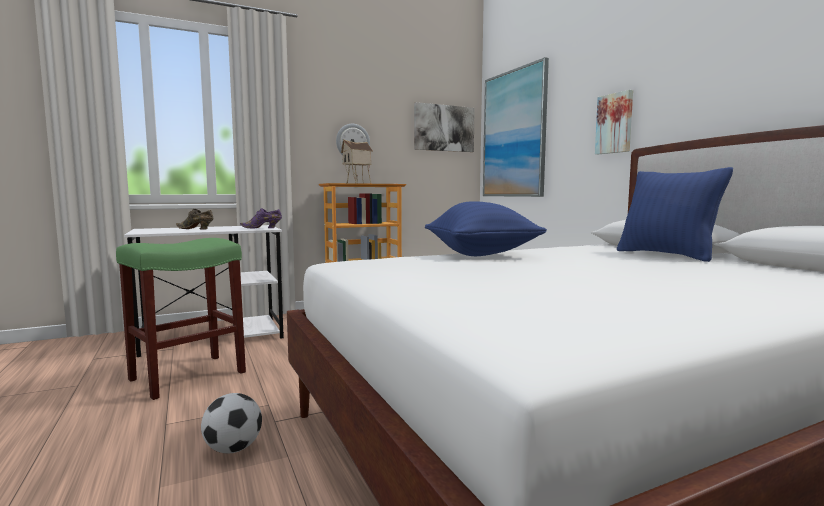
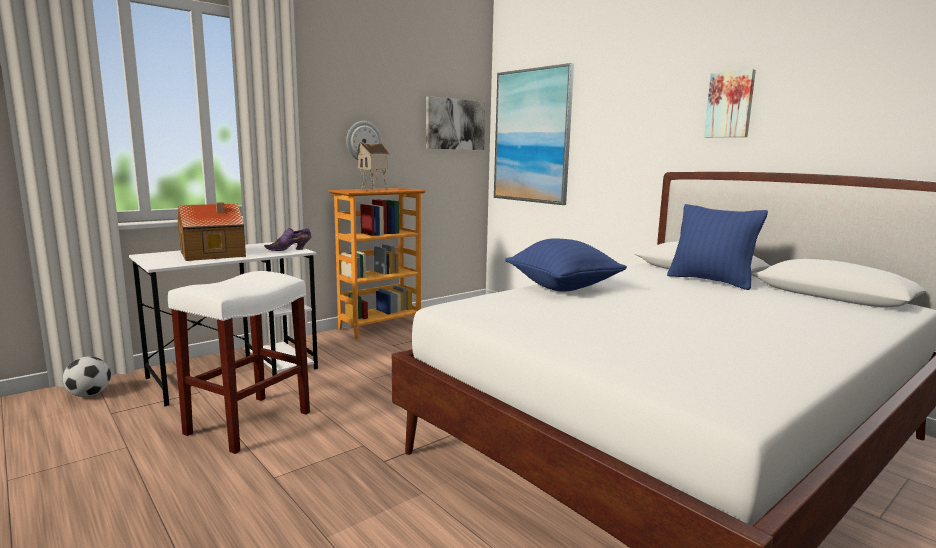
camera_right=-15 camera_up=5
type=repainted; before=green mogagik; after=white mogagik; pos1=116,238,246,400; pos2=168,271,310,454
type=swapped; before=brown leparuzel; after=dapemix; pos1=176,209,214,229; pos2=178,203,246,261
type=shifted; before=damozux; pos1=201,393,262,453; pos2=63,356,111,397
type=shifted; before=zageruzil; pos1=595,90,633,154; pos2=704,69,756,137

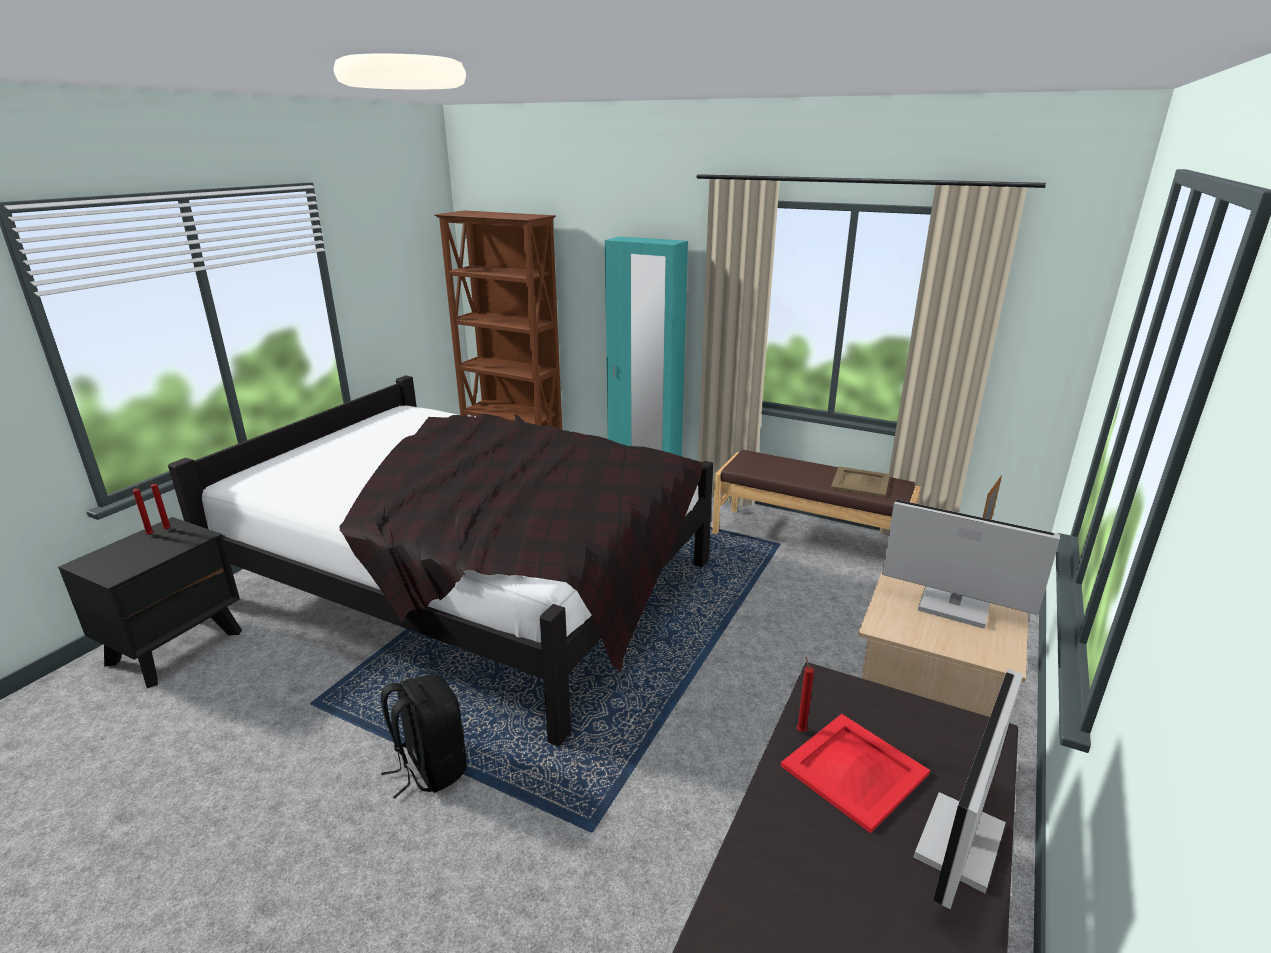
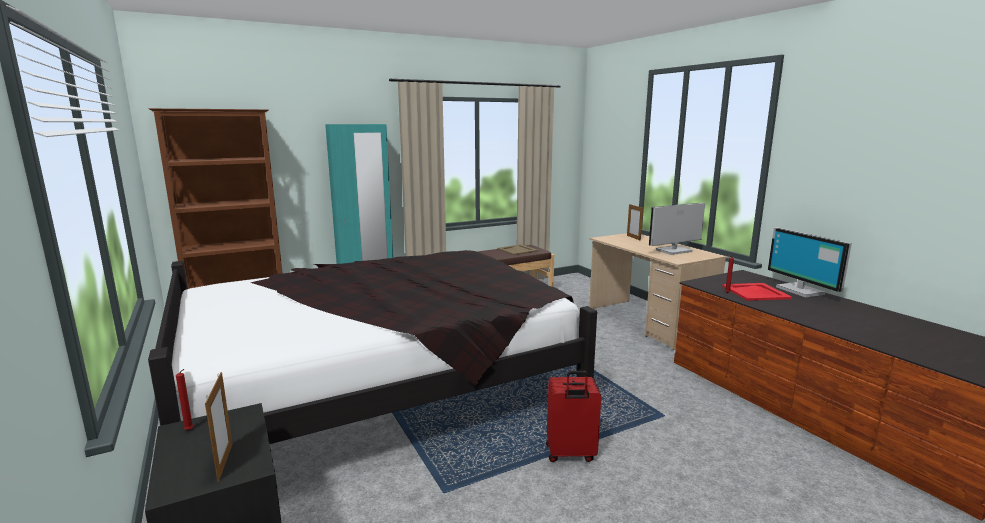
camera_right=-55 camera_up=-10
type=gone; before=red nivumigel; pos1=133,483,154,535
type=swapped; before=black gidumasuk; after=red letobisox; pos1=381,674,467,799; pos2=546,371,601,462
type=new; after=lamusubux; pos2=205,372,232,482

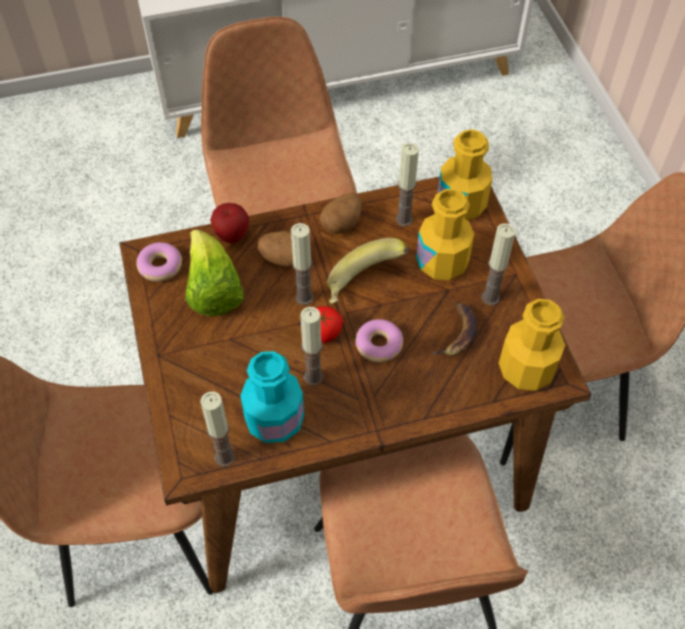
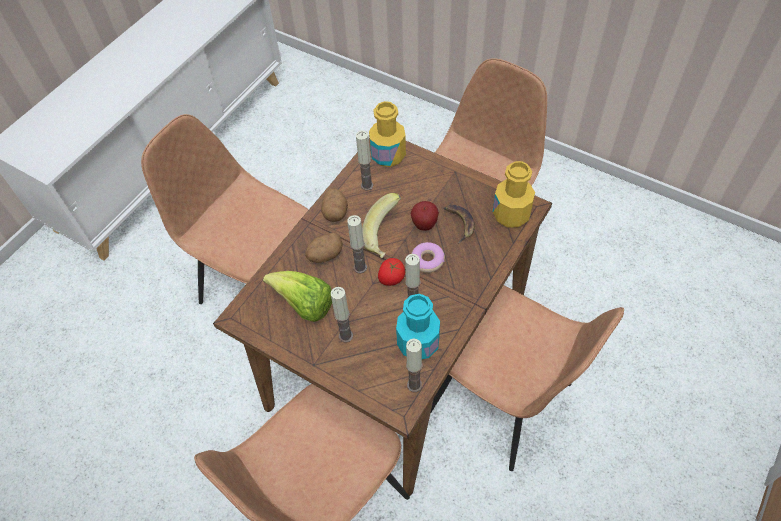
camera_right=-40 camera_up=0
type=gone; before=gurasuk; pos1=136,242,182,282
type=shifted; before=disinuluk; pos1=210,203,249,243; pos2=410,201,439,231
type=gone; before=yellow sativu; pos1=416,189,474,280
type=shifted; before=nivumigel; pos1=481,223,516,305; pos2=331,287,353,343

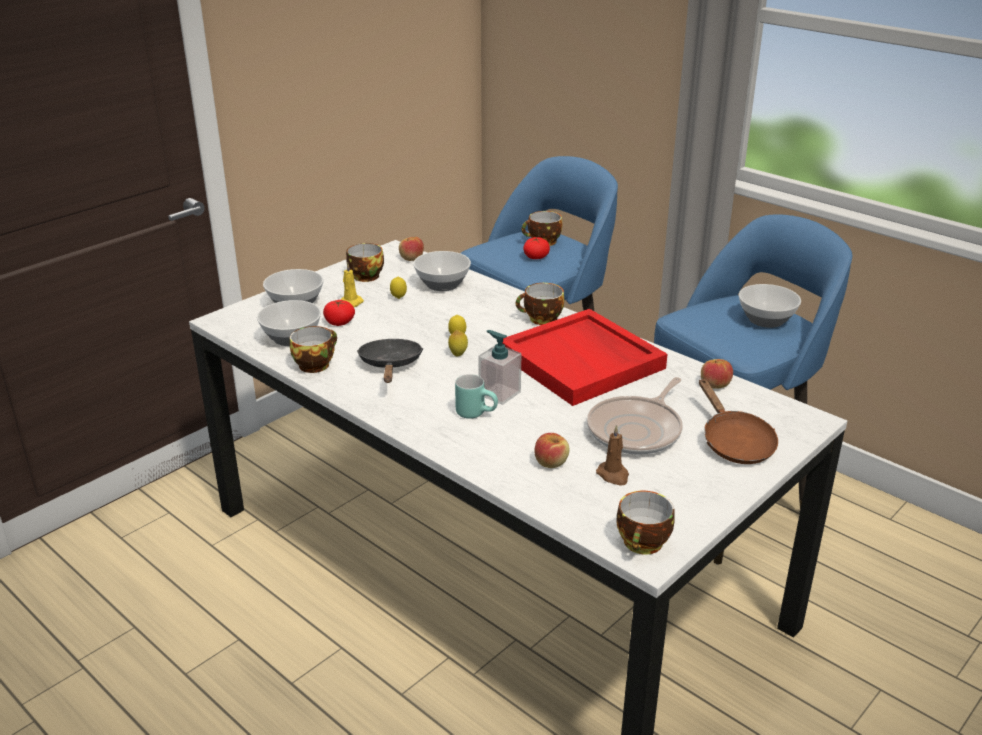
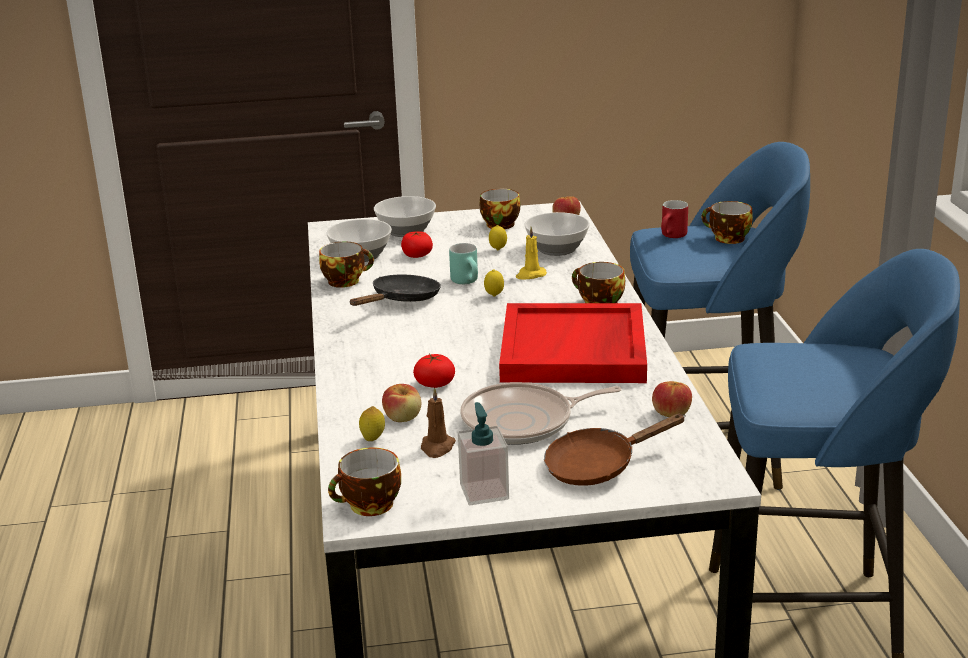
camera_right=40 camera_up=-5
type=shifted; before=yellow nivumigel; pos1=340,262,364,307; pos2=516,227,547,280
type=shifted; before=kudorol; pos1=448,330,468,356; pos2=359,406,385,441
type=shifted; before=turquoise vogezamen; pos1=455,374,498,419; pos2=449,243,478,284
type=shifted; before=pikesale; pos1=478,330,521,405; pos2=458,402,509,505
type=shifted; before=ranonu; pos1=523,237,550,259; pos2=413,354,455,388
type=rotated; before=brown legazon; pos1=699,378,778,464; pos2=544,414,686,486; turn=45
type=gone; before=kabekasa; pos1=739,284,801,328
type=new; after=red vogezamen; pos2=661,200,688,238

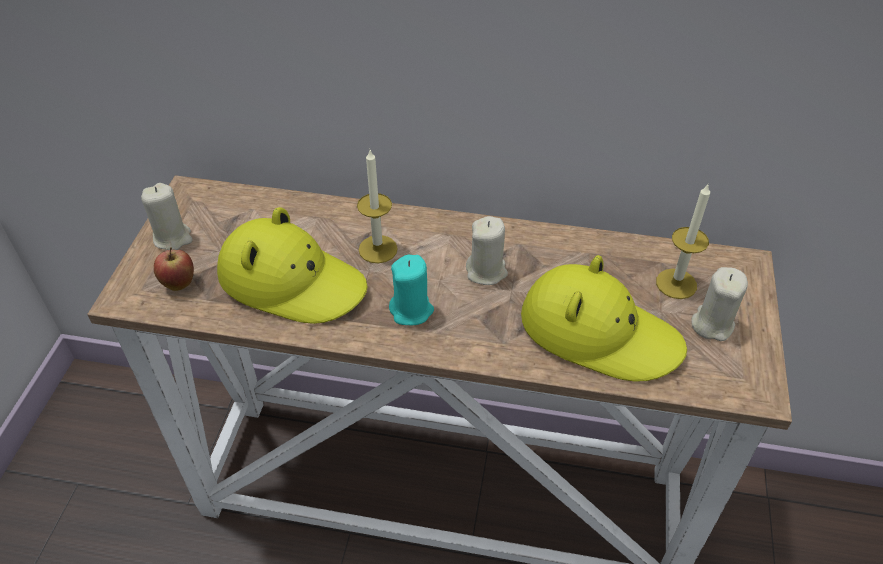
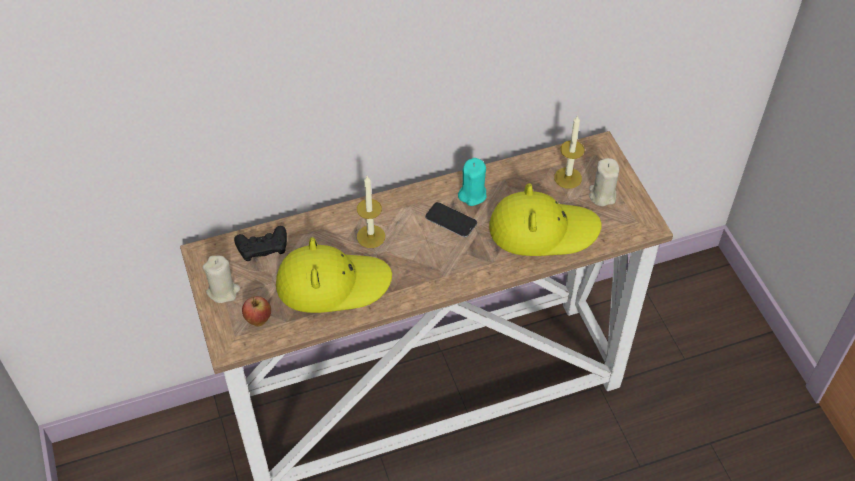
camera_right=-30 camera_up=5
type=shifted; before=turquoise nivumigel; pos1=389,255,434,325; pos2=458,158,487,206
type=swapped; before=beige nivumigel; after=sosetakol; pos1=466,216,508,285; pos2=425,202,477,237
type=new; after=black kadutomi; pos2=234,226,287,261

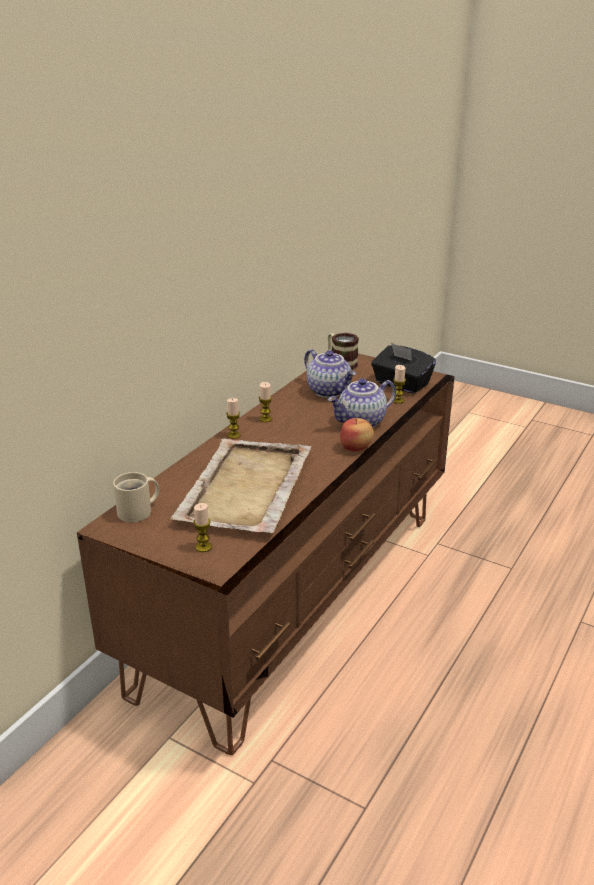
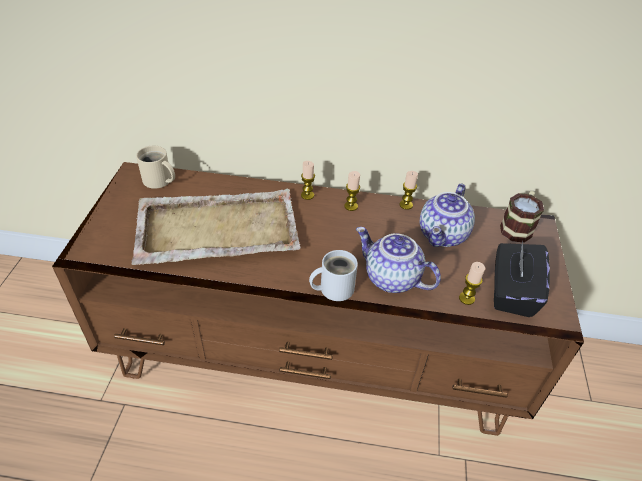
camera_right=65 camera_up=15
type=shifted; before=nivumigel; pos1=193,503,212,552; pos2=399,171,418,210
type=swapped; before=disinuluk; after=white vogezamen; pos1=340,418,374,451; pos2=309,250,358,301

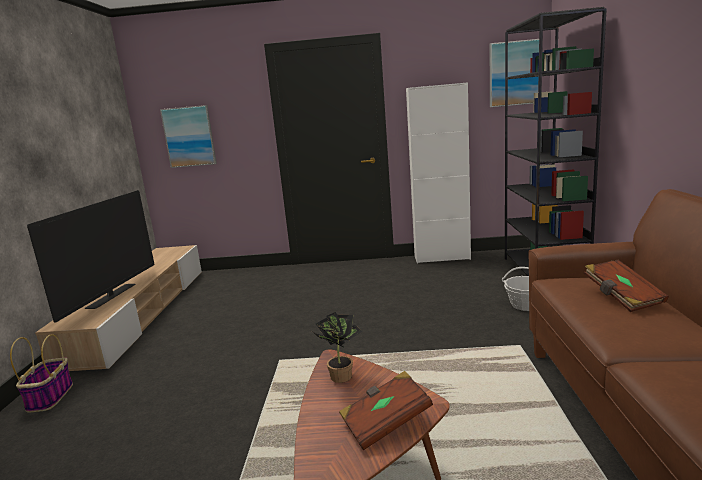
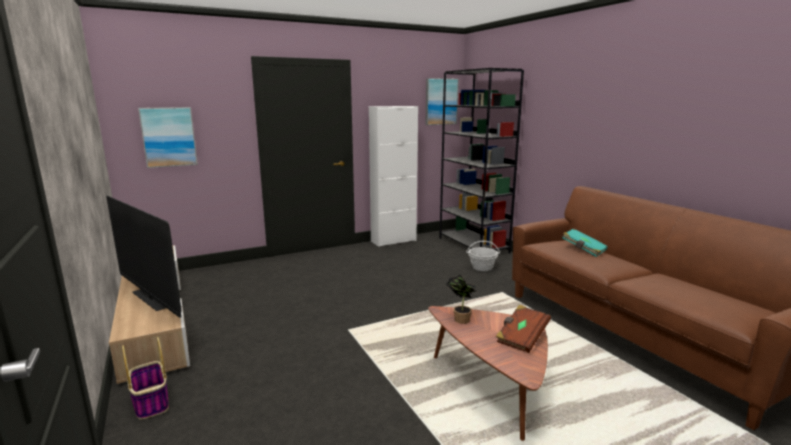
camera_right=-30 camera_up=0
type=rotated; before=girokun; pos1=27,190,154,323; pos2=106,196,182,318; turn=150
type=repainted; before=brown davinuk; after=turquoise davinuk; pos1=584,260,669,312; pos2=562,229,608,257

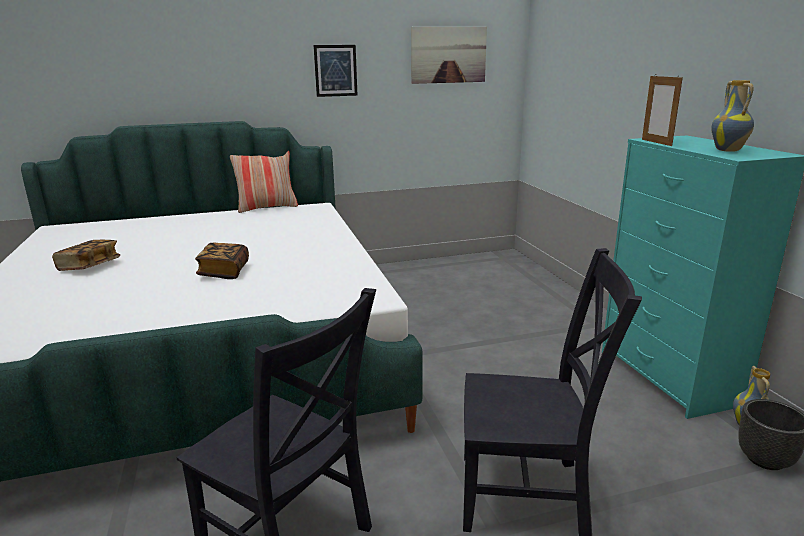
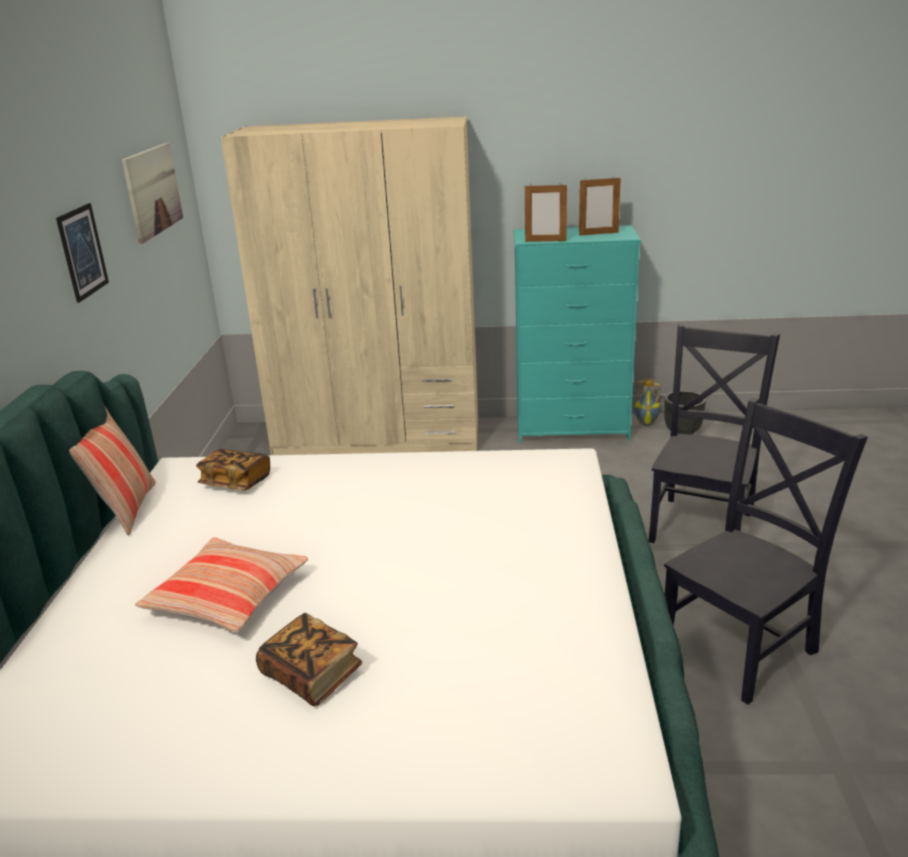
camera_right=-70 camera_up=5
type=shifted; before=davinuk; pos1=195,243,249,279; pos2=196,449,270,490
type=swapped; before=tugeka; after=lamusubux; pos1=711,80,754,152; pos2=579,177,621,236
type=new; after=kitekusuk; pos2=135,538,308,633
type=new; after=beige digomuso; pos2=221,116,478,455

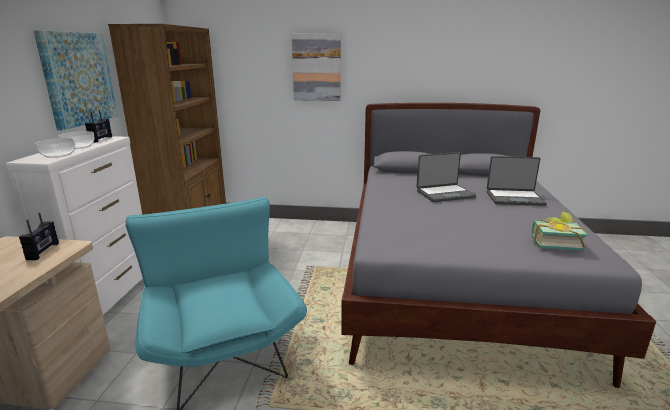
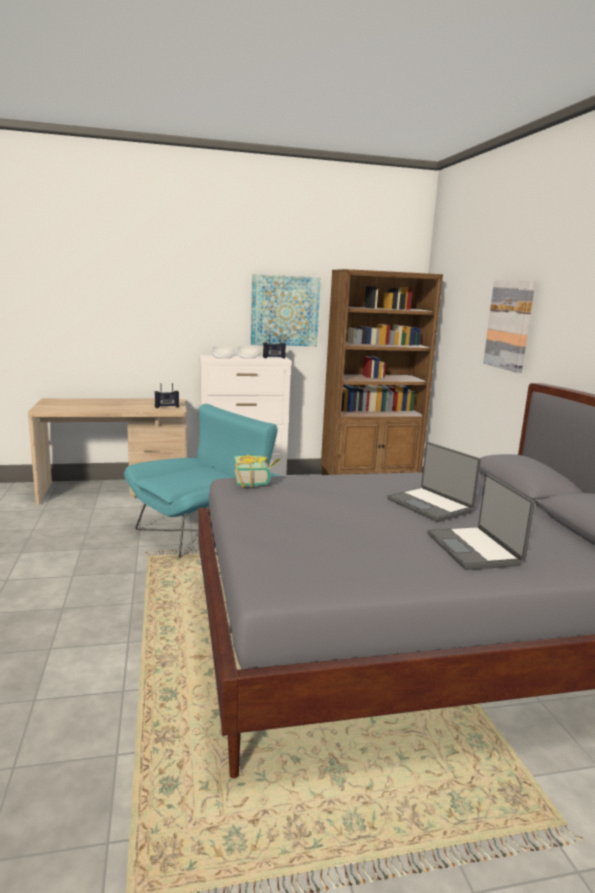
camera_right=70 camera_up=-5
type=shifted; before=davinuk; pos1=531,212,588,251; pos2=234,454,281,488

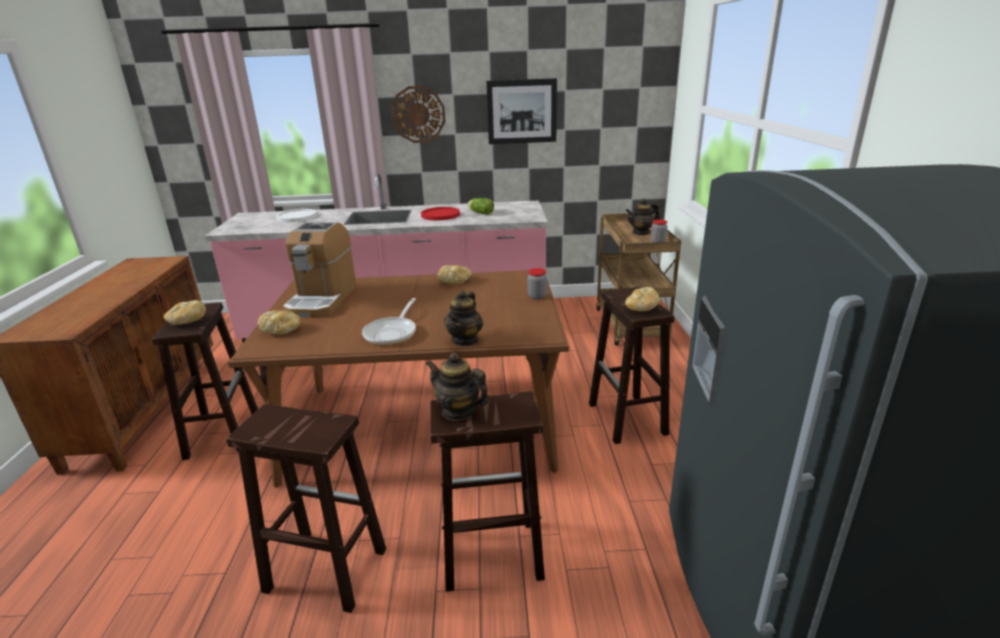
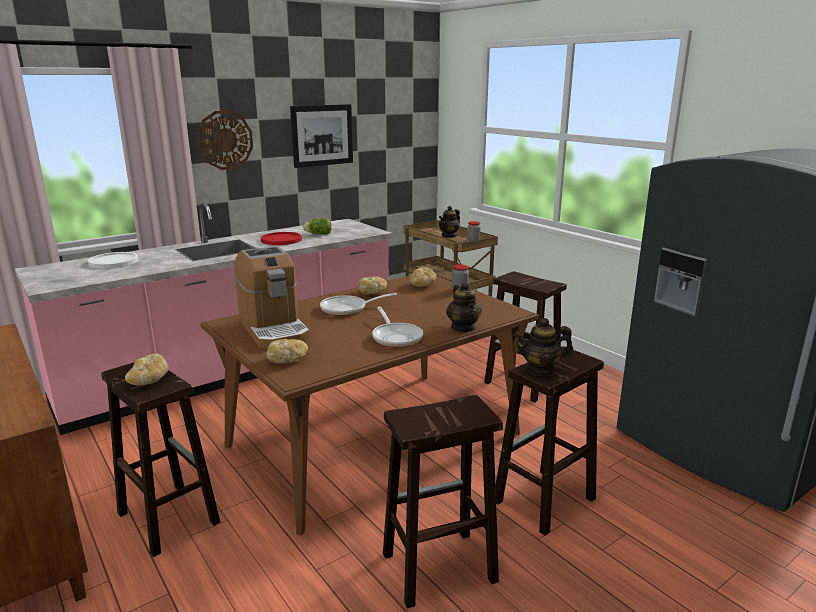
camera_right=-35 camera_up=-5
type=shifted; before=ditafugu; pos1=625,287,660,311; pos2=410,267,437,287
type=new; after=legazon; pos2=320,293,397,316

